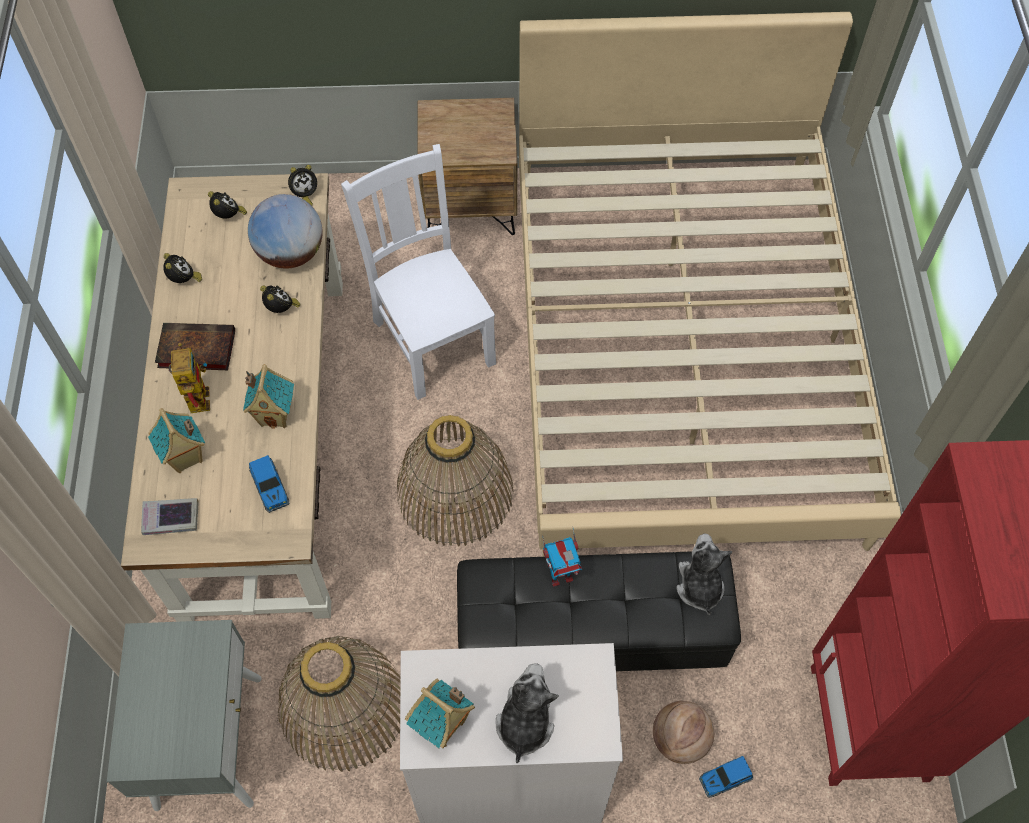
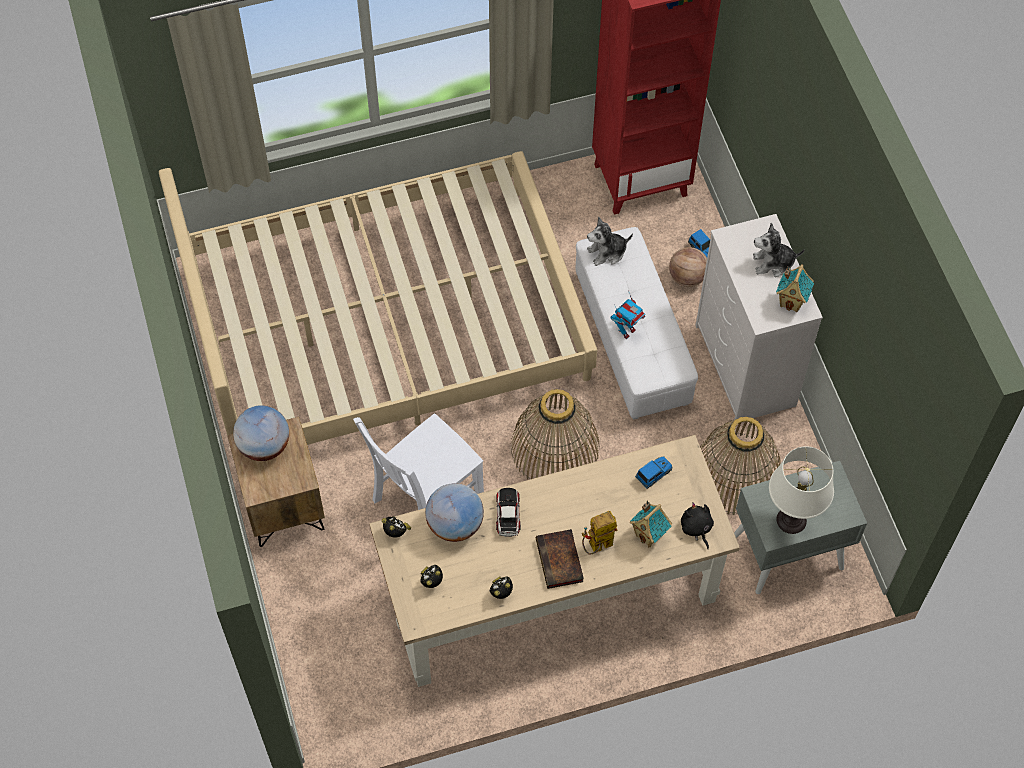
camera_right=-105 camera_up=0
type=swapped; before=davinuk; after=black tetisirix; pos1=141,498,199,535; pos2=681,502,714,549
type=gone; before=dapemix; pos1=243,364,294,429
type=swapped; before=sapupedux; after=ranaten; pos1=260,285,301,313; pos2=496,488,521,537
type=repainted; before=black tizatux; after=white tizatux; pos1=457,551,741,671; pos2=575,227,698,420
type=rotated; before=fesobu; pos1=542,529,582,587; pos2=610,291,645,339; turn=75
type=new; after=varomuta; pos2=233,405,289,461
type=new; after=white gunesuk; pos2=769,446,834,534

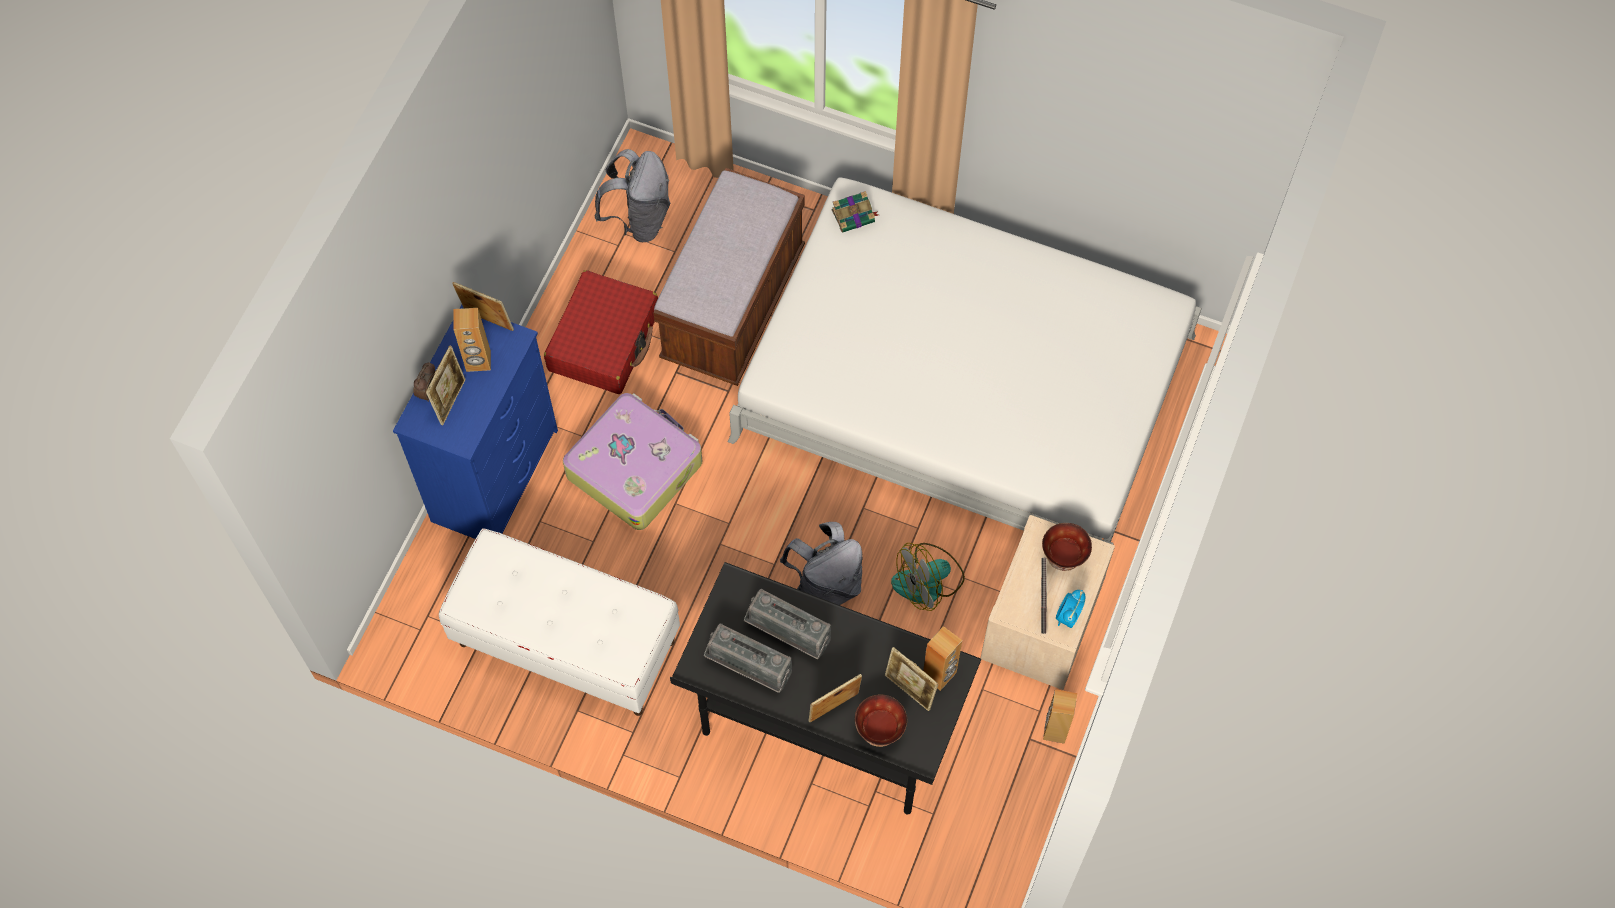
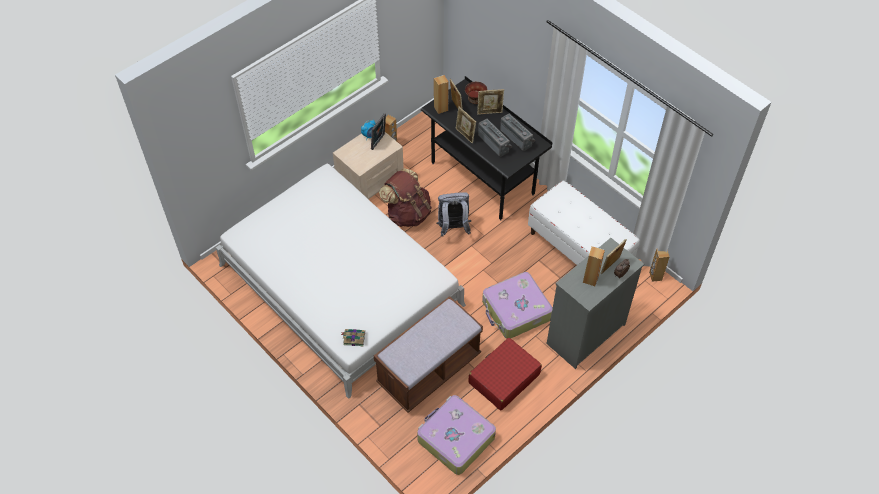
camera_right=-155 camera_up=-10
type=repainted; before=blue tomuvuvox; after=grey tomuvuvox; pos1=393,305,558,539; pos2=547,238,644,369
type=shifted; before=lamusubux; pos1=452,282,514,331; pos2=456,107,476,144
type=swapped; before=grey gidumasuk; after=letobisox; pos1=595,149,671,242; pos2=417,395,496,475
type=swapped; before=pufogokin; after=brown gidumasuk; pos1=891,543,965,611; pos2=379,168,432,227
type=gone; before=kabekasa; pos1=1042,523,1092,571
type=new; after=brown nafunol; pos2=649,248,670,282

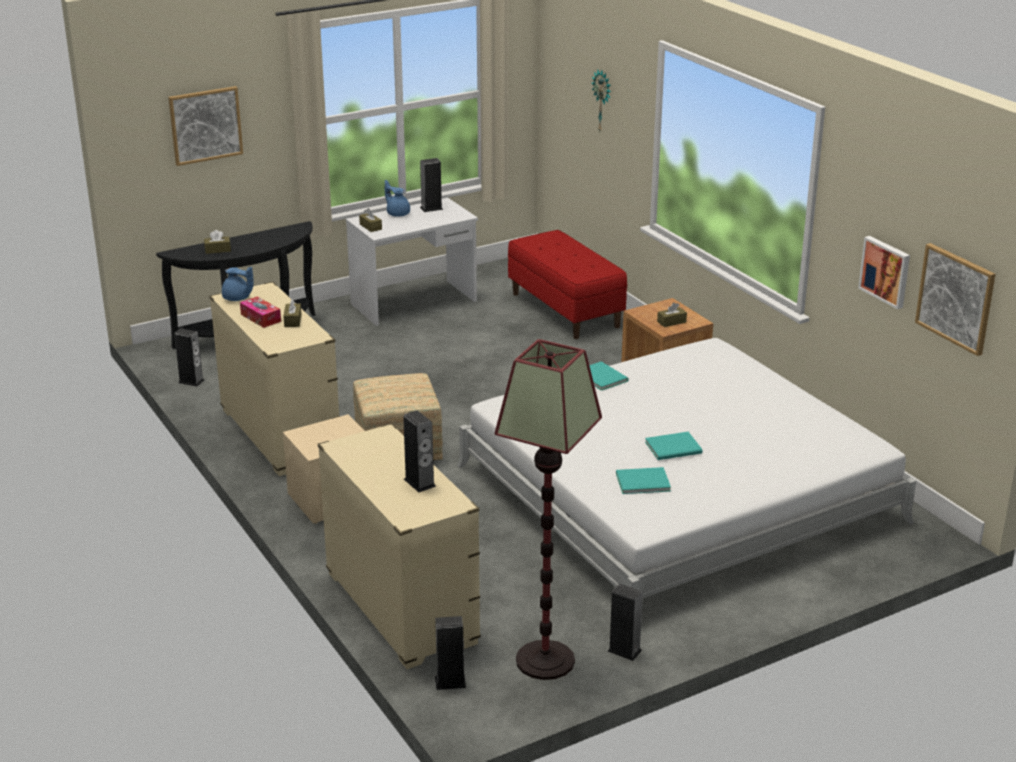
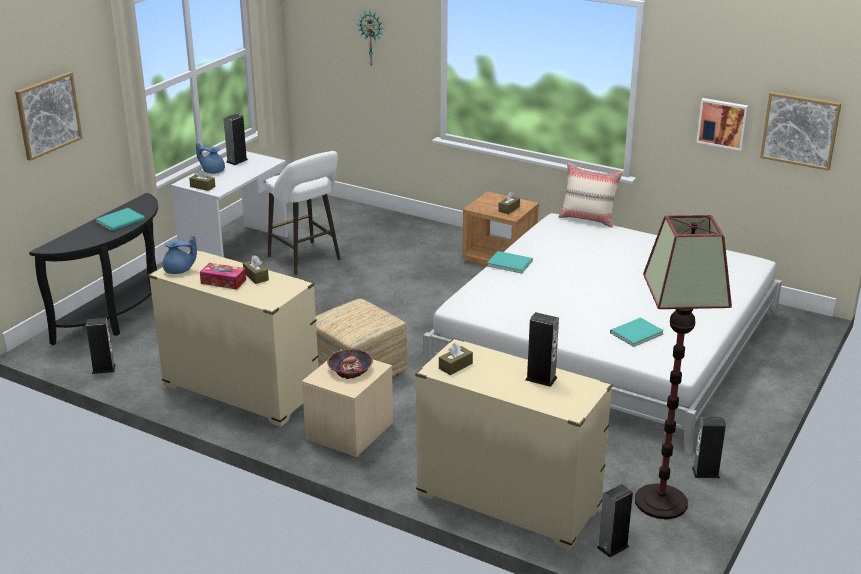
camera_right=-30 camera_up=0
type=shifted; before=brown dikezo; pos1=204,230,231,254; pos2=439,342,473,375
type=gone; before=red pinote; pos1=508,230,627,339
type=shifted; before=turquoise davinuk; pos1=645,432,703,460; pos2=96,208,145,231
type=new; after=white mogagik; pos2=266,151,341,275
type=new; after=kabekasa; pos2=327,349,373,379
type=new; after=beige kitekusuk; pos2=559,163,623,228

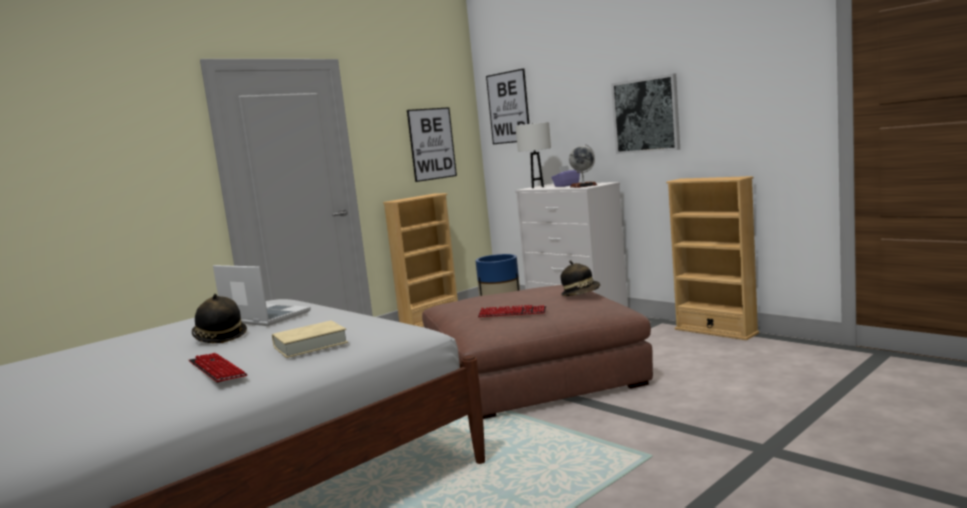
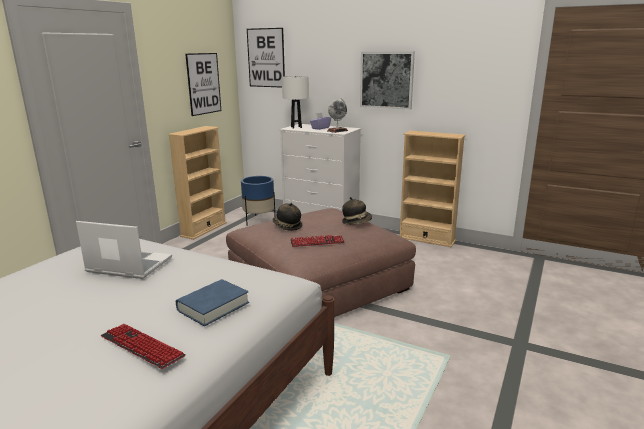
camera_right=-20 camera_up=10
type=shifted; before=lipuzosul; pos1=192,294,247,343; pos2=272,203,302,231
type=repainted; before=beige davinuk; after=blue davinuk; pos1=272,320,348,358; pos2=176,279,249,326

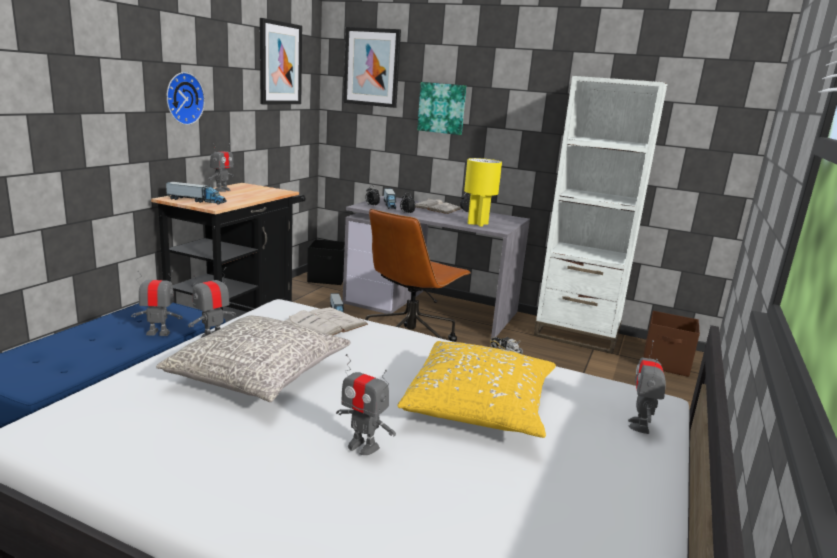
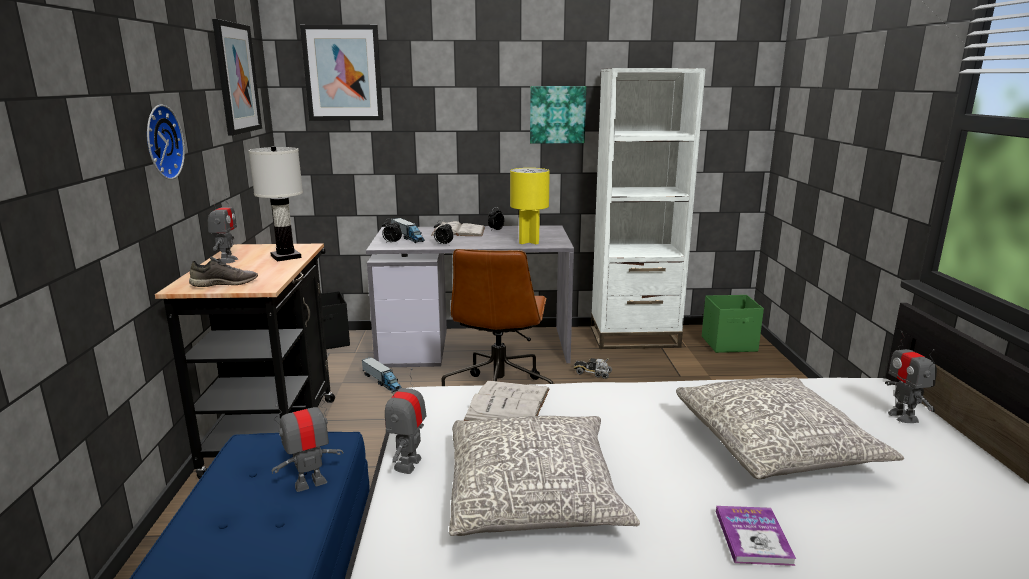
camera_right=-25 camera_up=0
type=swapped; before=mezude; after=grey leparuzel; pos1=166,182,227,205; pos2=189,256,258,287
type=swapped; before=fesobu; after=davinuk; pos1=336,354,396,455; pos2=716,506,796,566
type=repainted; before=yellow kitekusuk; after=grey kitekusuk; pos1=397,341,556,438; pos2=676,377,904,479
type=shifted; before=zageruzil; pos1=417,82,466,135; pos2=530,86,586,143
type=repainted; before=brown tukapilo; after=green tukapilo; pos1=643,311,700,377; pos2=702,295,764,353
type=new; after=white gunesuk; pos2=249,146,303,262

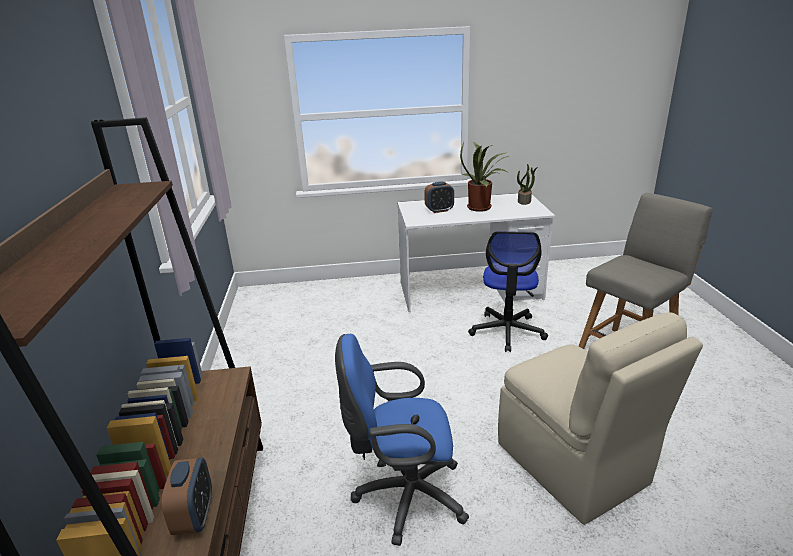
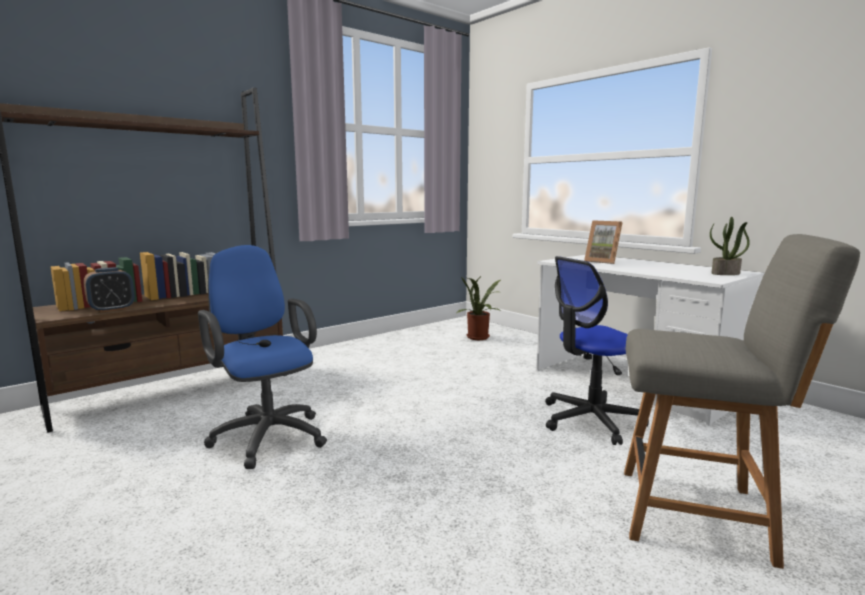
camera_right=55 camera_up=-15
type=swapped; before=sapupedux; after=lamusubux; pos1=424,182,454,213; pos2=584,220,623,264
type=shifted; before=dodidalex; pos1=460,142,509,212; pos2=457,275,501,340
type=gone; before=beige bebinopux; pos1=498,312,703,525

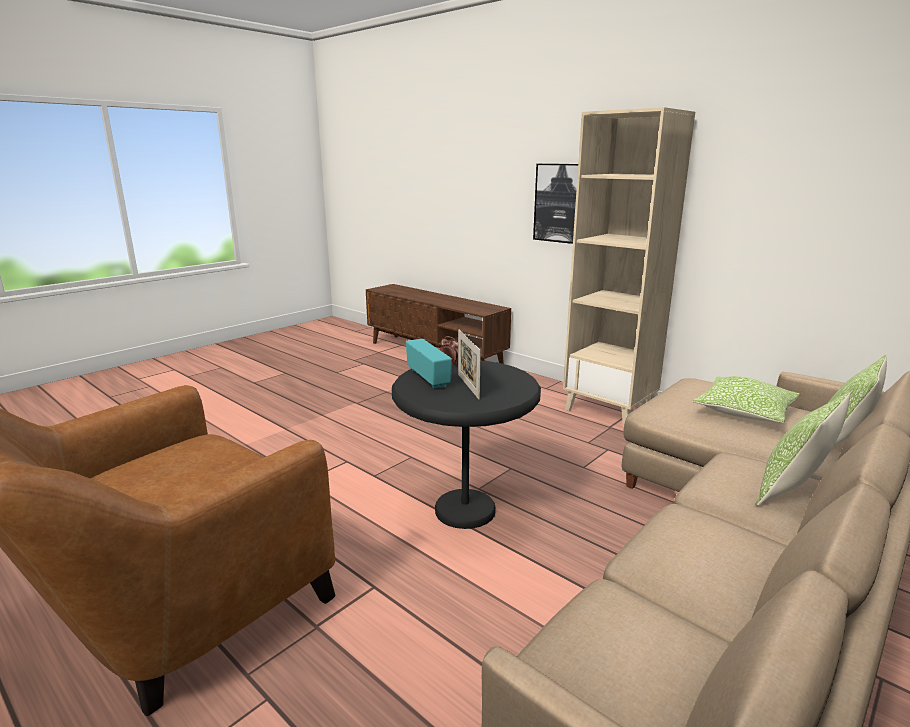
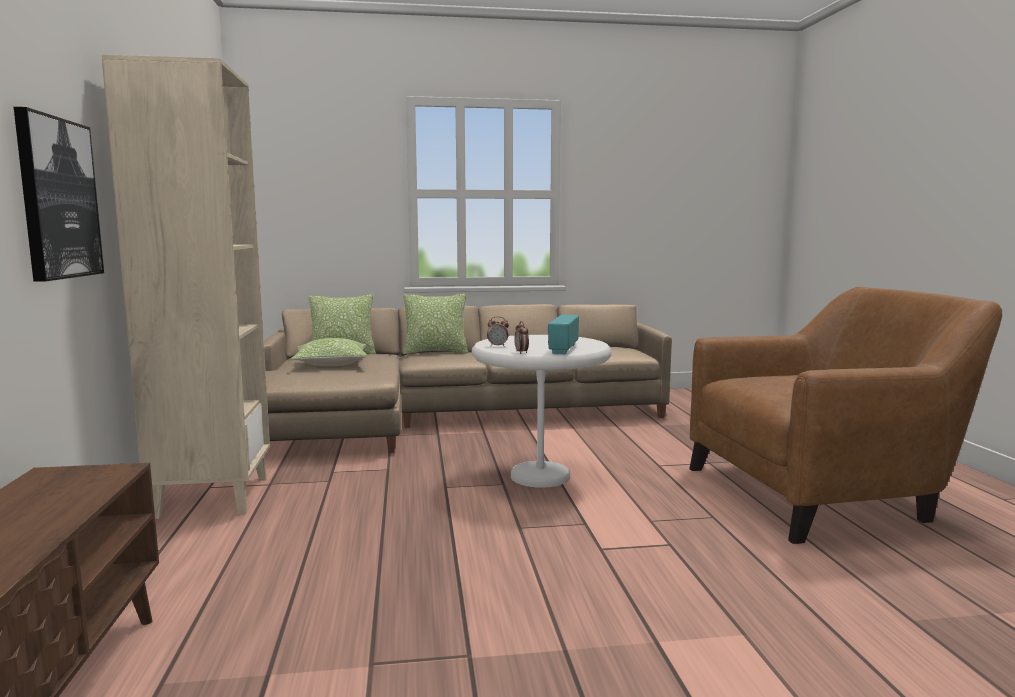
camera_right=-140 camera_up=-10
type=repainted; before=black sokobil; after=white sokobil; pos1=392,360,541,529; pos2=472,335,611,488
type=gone; before=lamusubux; pos1=458,329,481,399
type=new; after=sapupedux; pos2=487,316,509,347

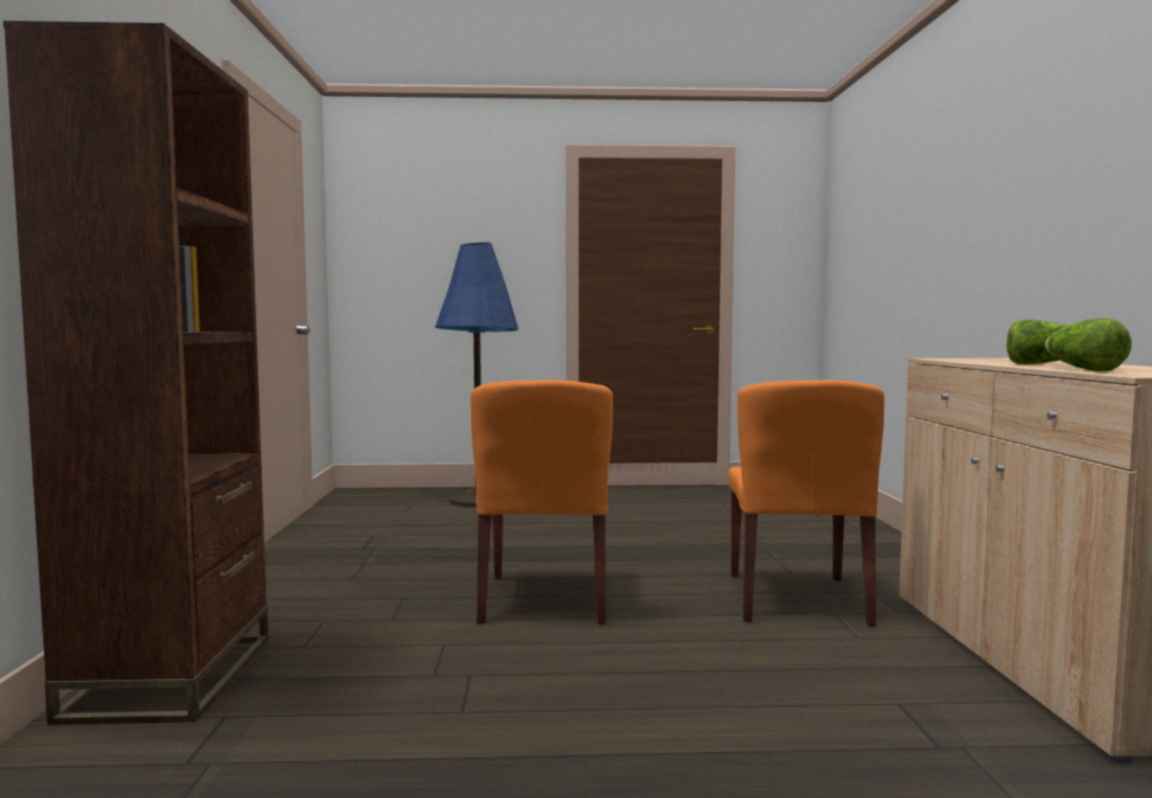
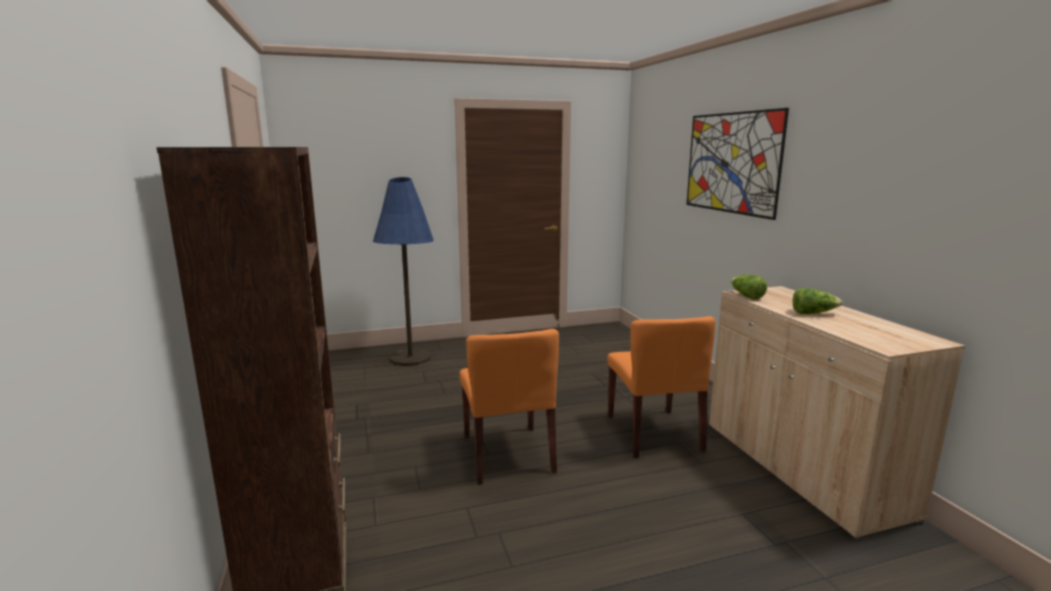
camera_right=-15 camera_up=10
type=shifted; before=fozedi; pos1=1045,318,1132,371; pos2=731,275,767,300
type=new; after=zageruzil; pos2=686,108,789,220

